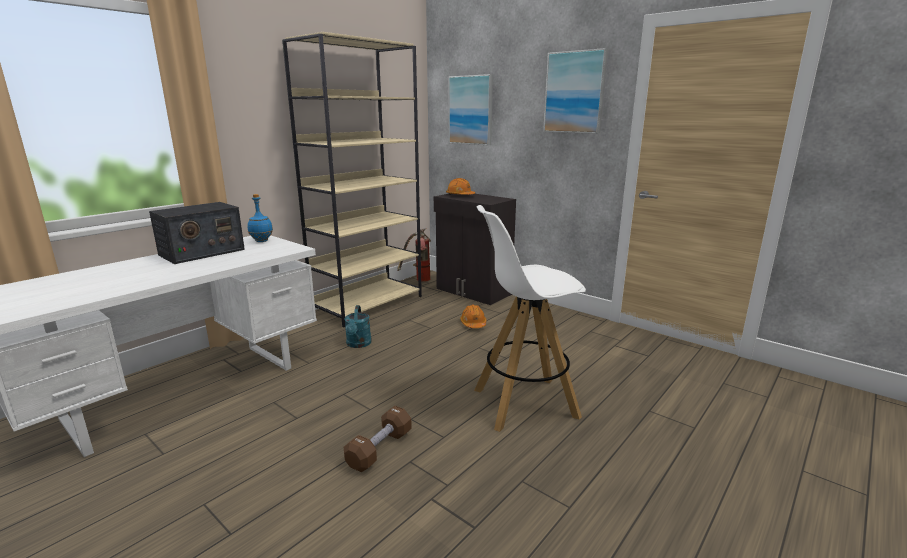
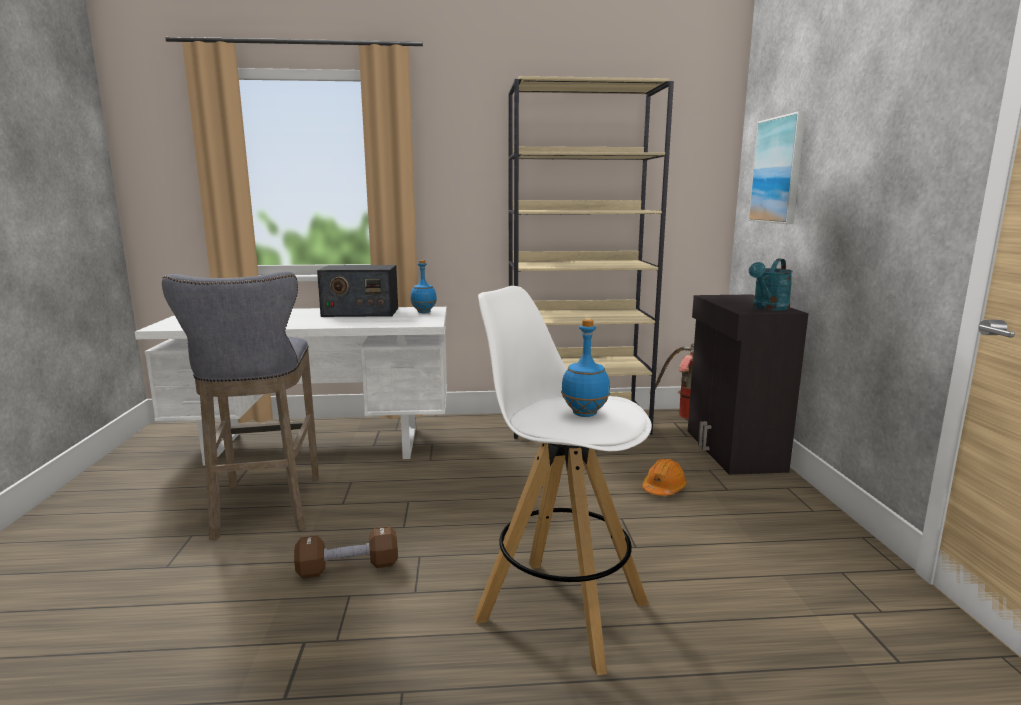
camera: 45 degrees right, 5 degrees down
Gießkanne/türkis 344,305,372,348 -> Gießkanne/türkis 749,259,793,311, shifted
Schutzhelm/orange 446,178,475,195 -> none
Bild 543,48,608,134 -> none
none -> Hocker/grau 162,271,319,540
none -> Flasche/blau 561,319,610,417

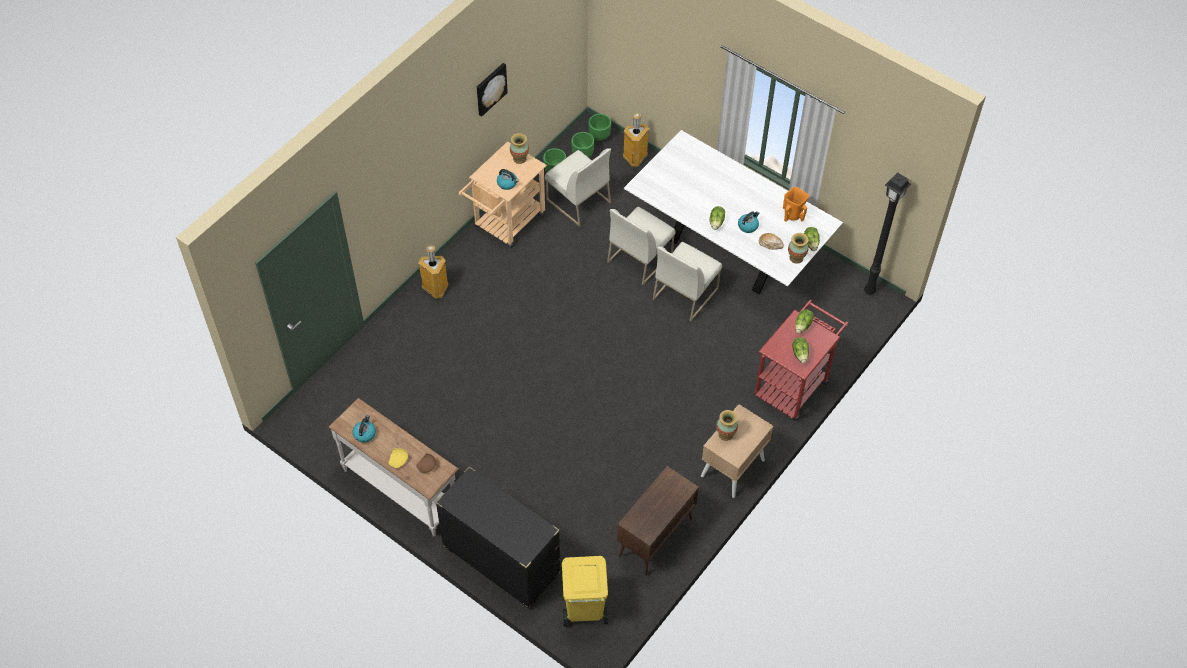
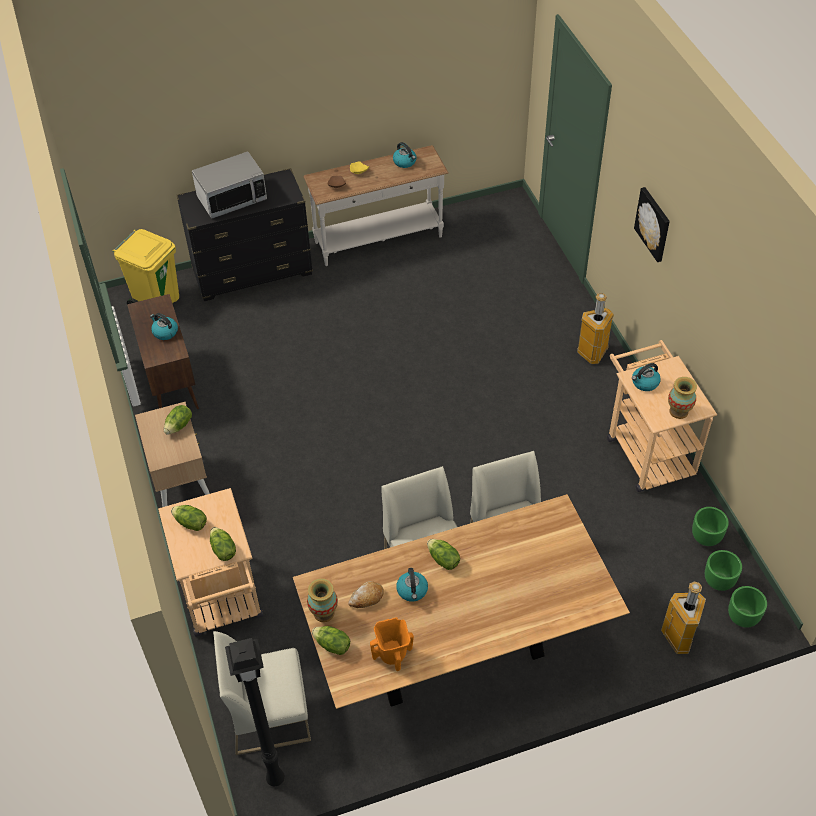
camera: 125 degrees right, 5 degrees down
Bild 477,63,508,117 -> Bild 634,187,670,262, shifted
Stuhl/weiß 545,148,611,227 -> Stuhl/weiß 213,631,311,755, shifted
Esstisch/weiß 623,130,843,294 -> Esstisch/braun 293,494,630,709
Vase 716,410,738,441 -> Salatkopf 164,405,192,435
Rollwagen/rot 754,299,849,421 -> Rollwagen/beige 158,488,263,637
none -> Wasserkessel 150,313,178,340
none -> Mikrowelle 192,151,267,219

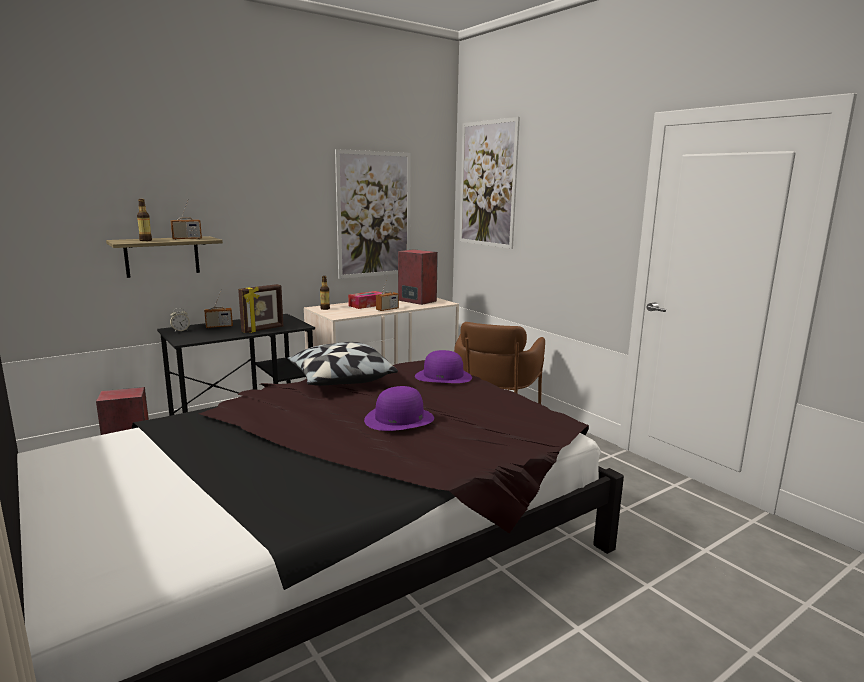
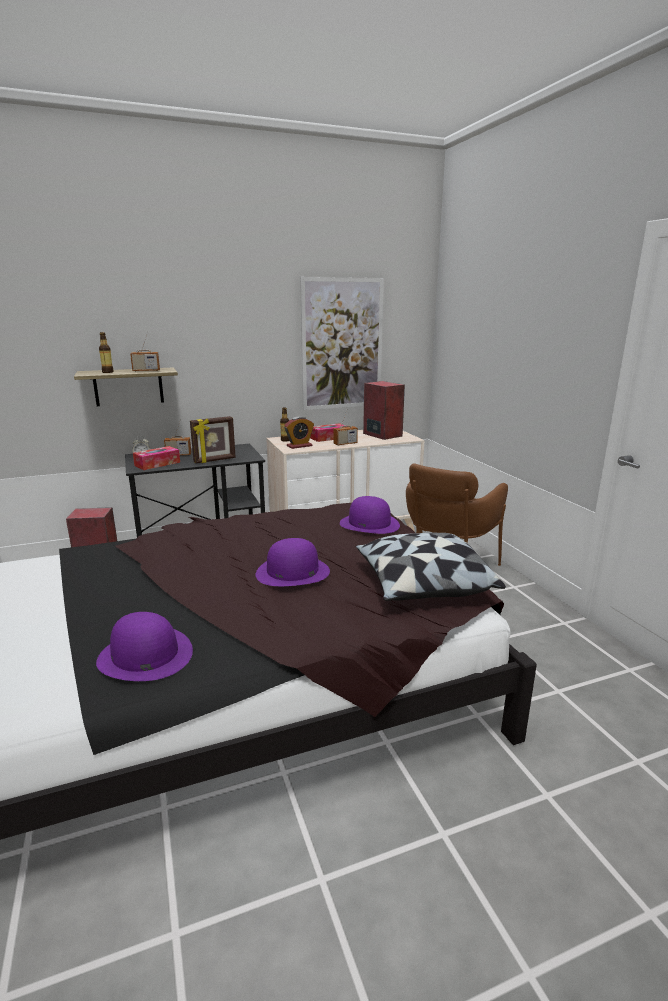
camera: 15 degrees right, 5 degrees up
Kissen 287,342,398,386 -> Kissen 356,533,506,601, shifted
Bild 459,117,520,249 -> none
none -> Hut/lila 96,612,193,681
none -> Taschentuchbox 133,446,180,470
none -> Wecker 284,416,314,449

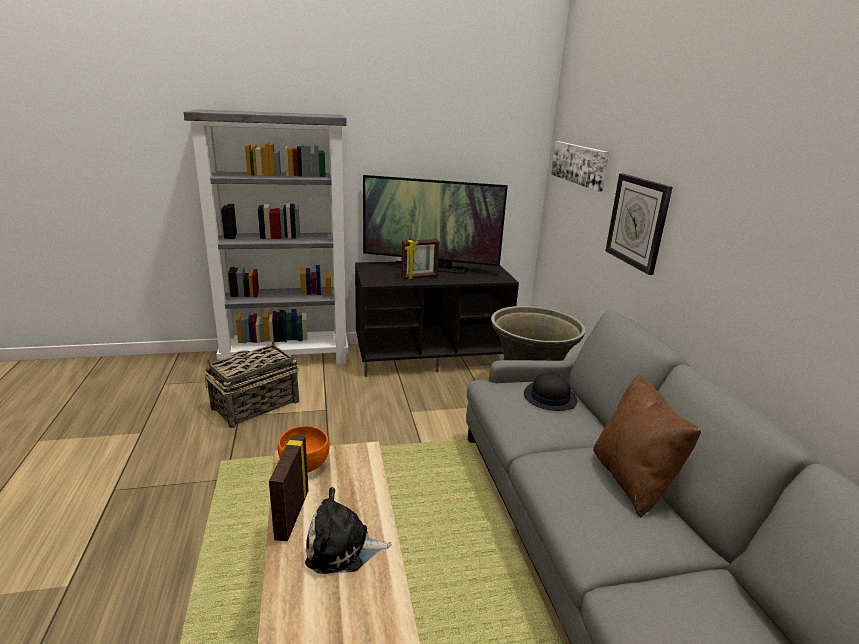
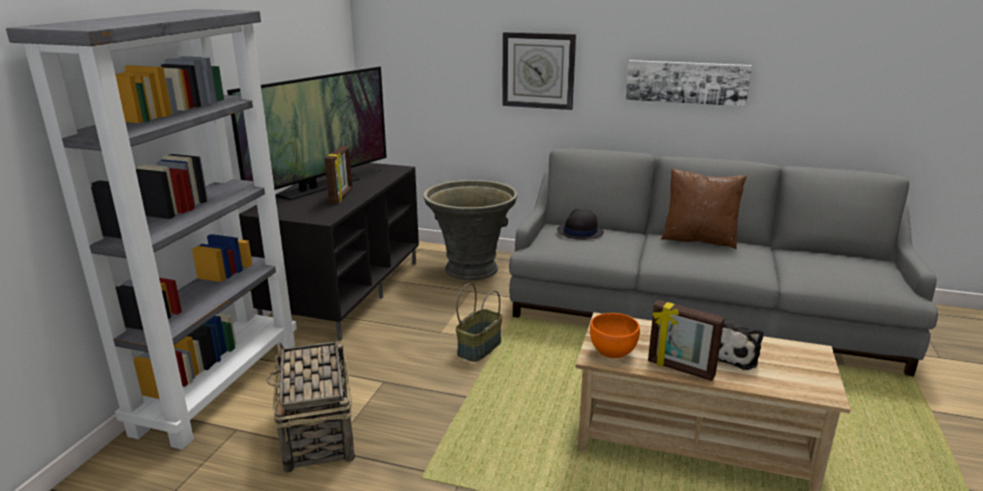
camera: 60 degrees left, 0 degrees up
Bild 551,141,609,192 -> Bild 626,60,752,106, shifted
none -> Korb 456,283,503,362

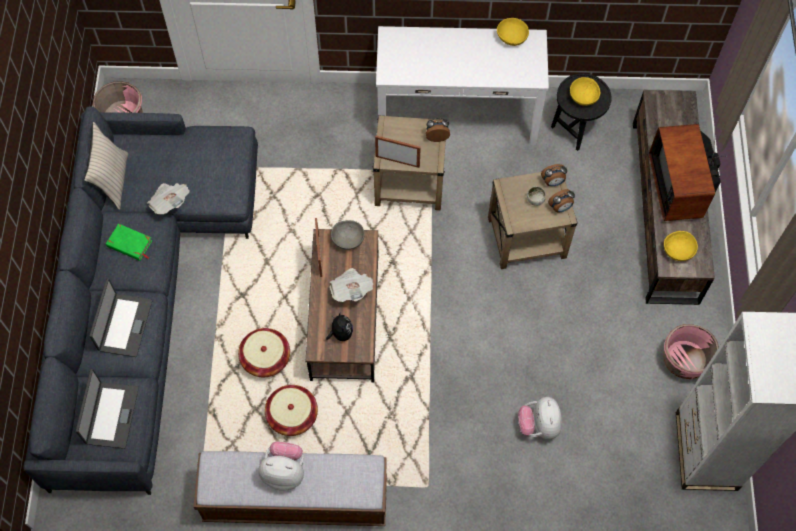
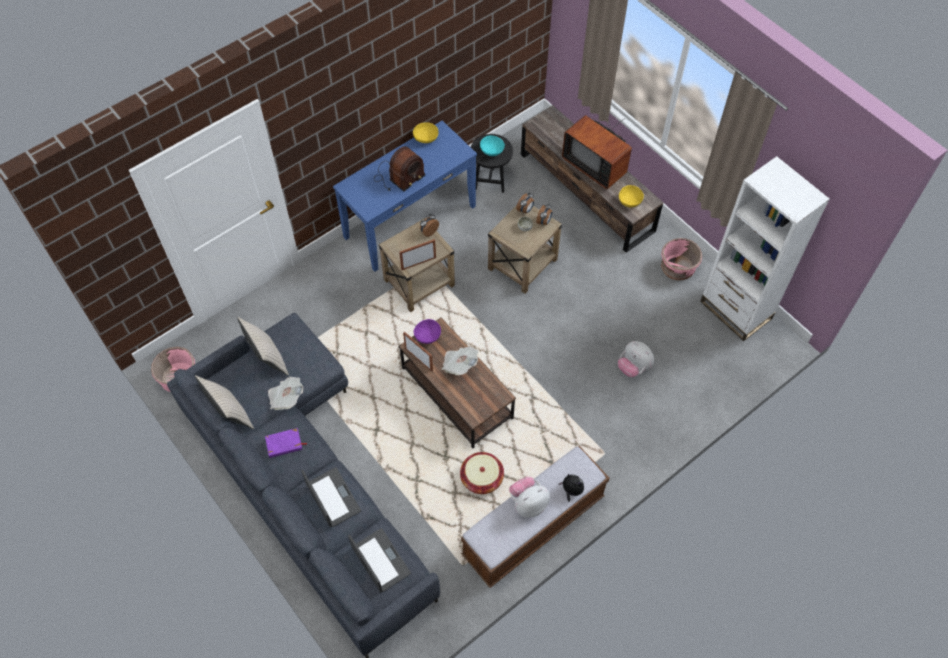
camera: 40 degrees left, 5 degrees down
Buch/grün 106,224,153,261 -> Buch/lila 265,428,307,458
Korb 238,328,290,377 -> none
Plüschtier 326,312,353,341 -> Plüschtier 559,473,584,502, shifted
Schüssel/grau 331,220,365,250 -> Schüssel/lila 414,319,441,344
Konsolentisch/weiß 376,26,549,145 -> Konsolentisch/blau 333,121,477,271
Schüssel/gelb 570,77,601,106 -> Schüssel/türkis 480,135,505,156
none -> Kissen/beige 237,317,289,376
none -> Radio 374,146,425,191

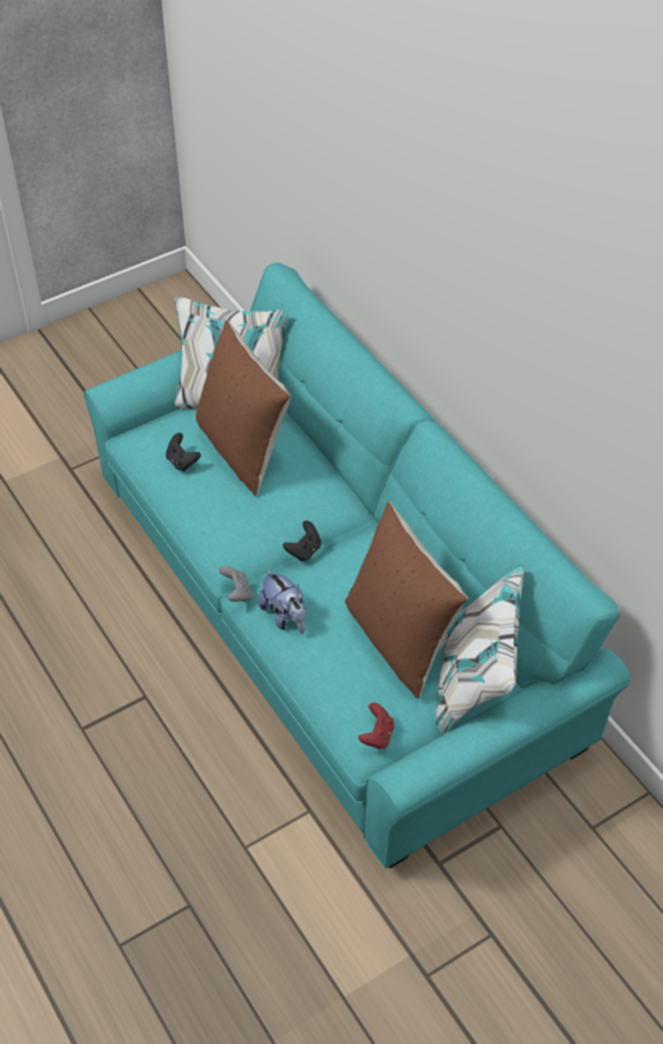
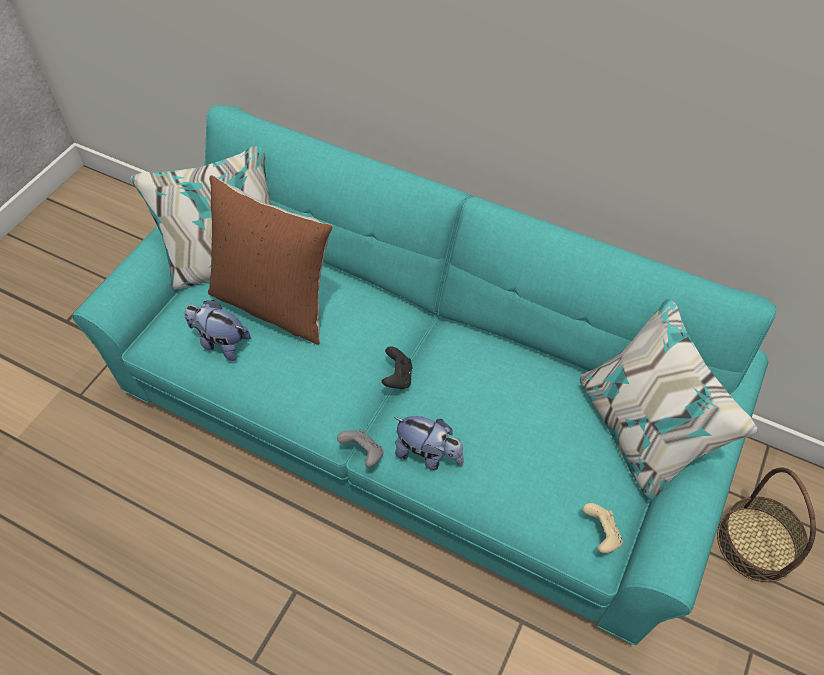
camera: 30 degrees left, 5 degrees up
Gamepad/schwarz 166,433,201,471 -> Plüschtier 185,300,251,361
Kissen/braun 345,502,468,699 -> none
Gamepad/rot 359,703,394,749 -> Gamepad/beige 583,503,622,553
none -> Korb 717,467,816,582

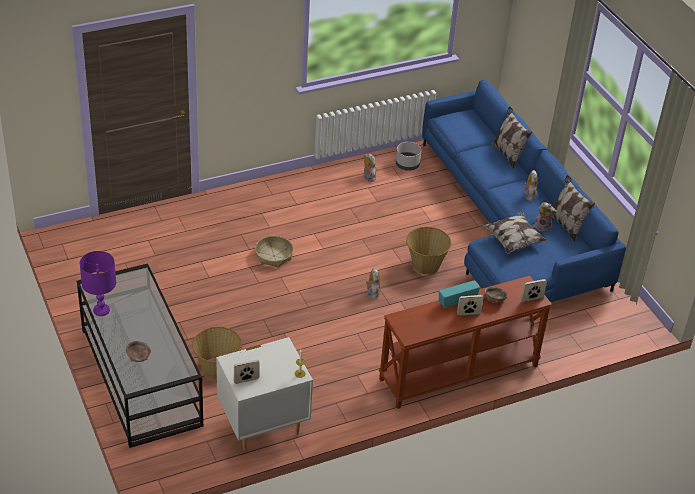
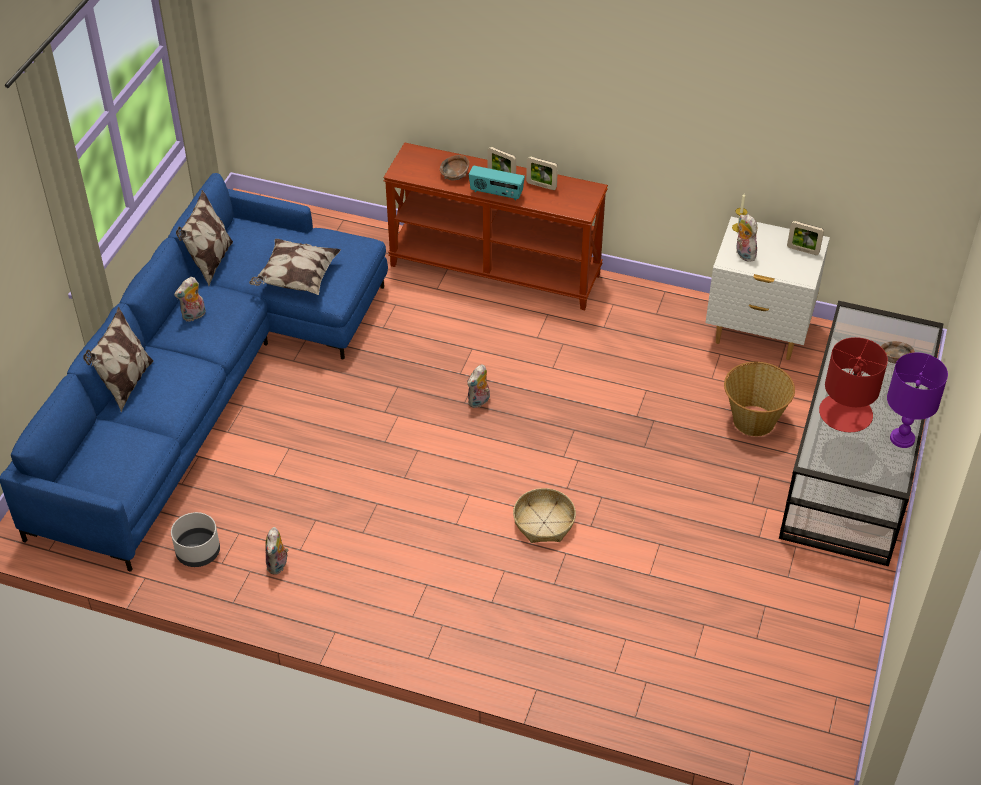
camera: 135 degrees left, 5 degrees up
Korb 406,227,452,275 -> none
Bilderrahmen 521,279,547,302 -> Bilderrahmen 526,156,558,190, shifted
Plüschtier 534,202,557,232 -> Plüschtier 736,214,757,262, shifted
none -> Tischlampe/rot 819,337,888,432

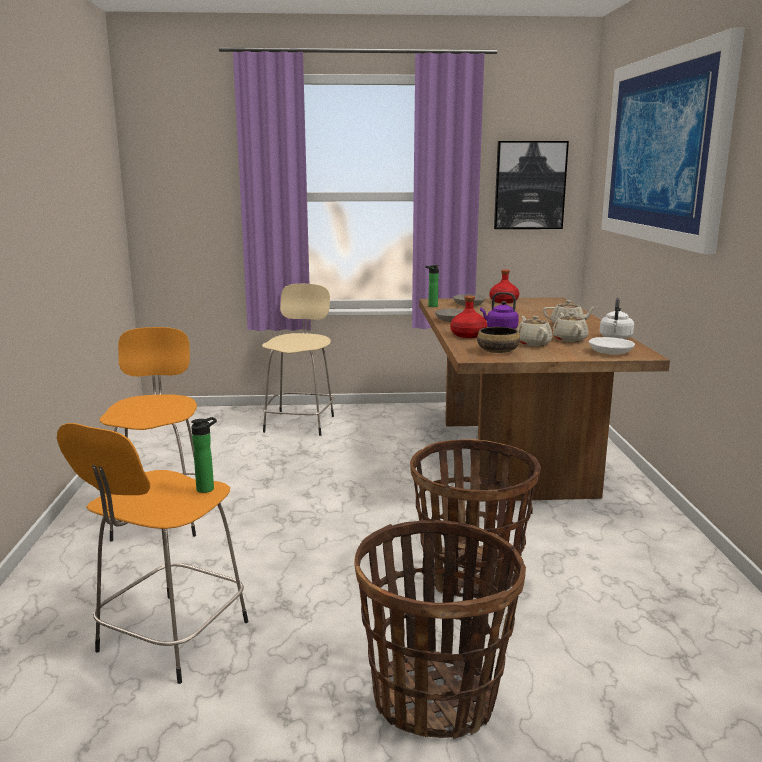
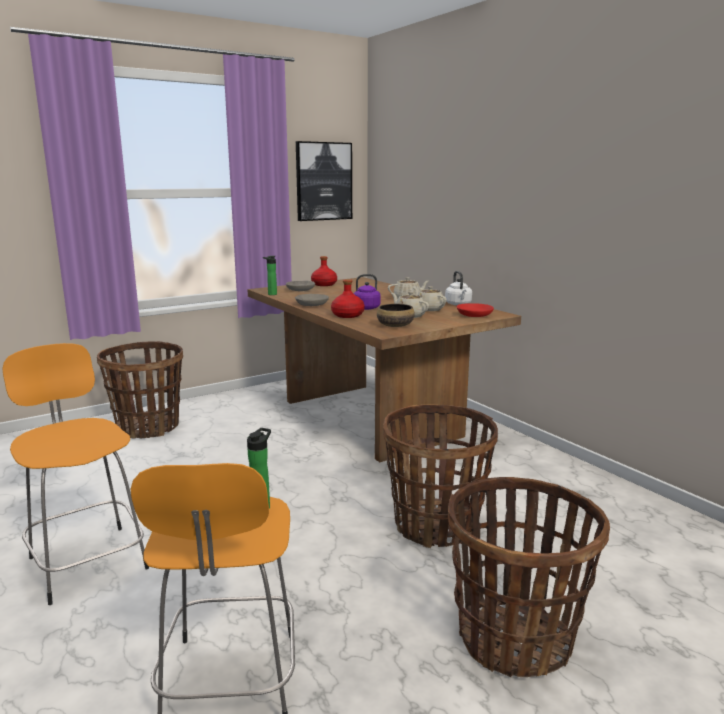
camera: 30 degrees left, 0 degrees up
Hocker/beige 262,284,334,436 -> Korb 97,341,183,439
Schüssel/weiß 589,337,635,355 -> Schüssel/rot 457,303,494,317
Bild 601,28,745,254 -> none

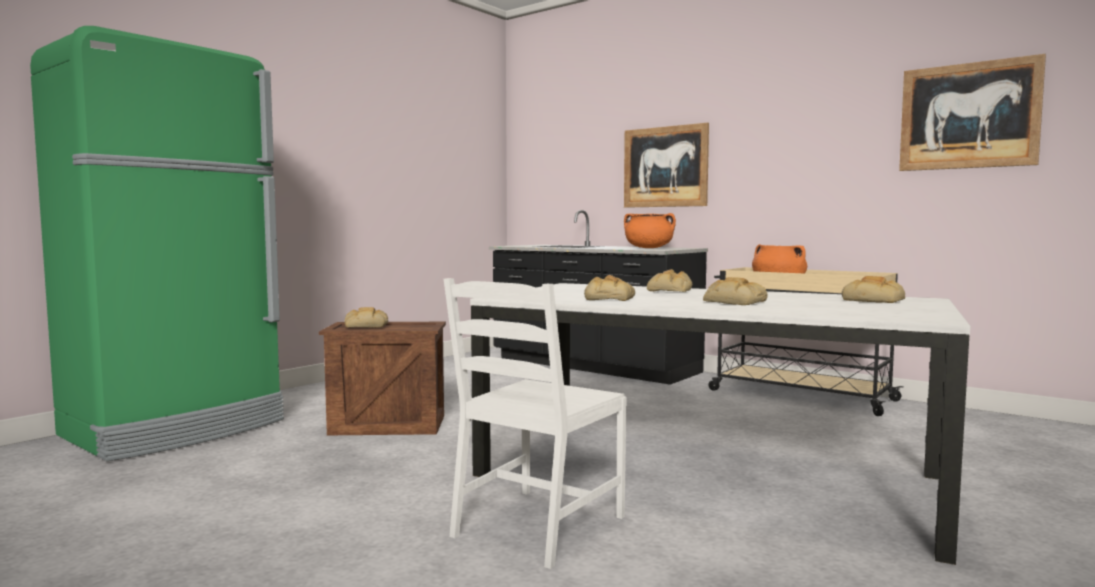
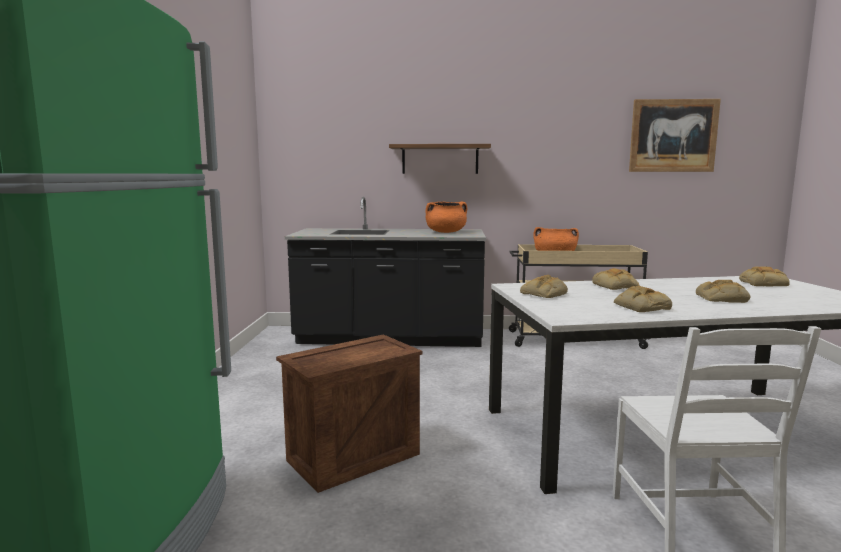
camera: 35 degrees left, 5 degrees up
Brot 345,307,388,328 -> Brot 520,275,568,298, shifted
Bild 624,123,709,208 -> Wandregal 389,144,491,174

